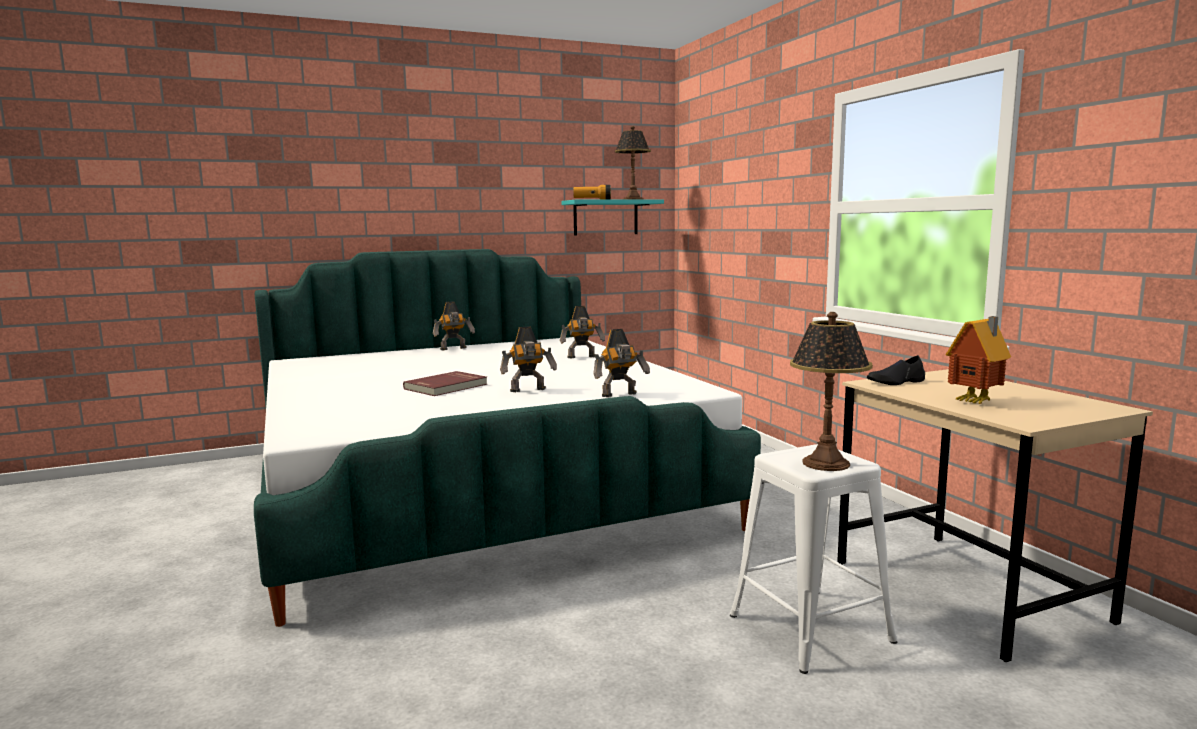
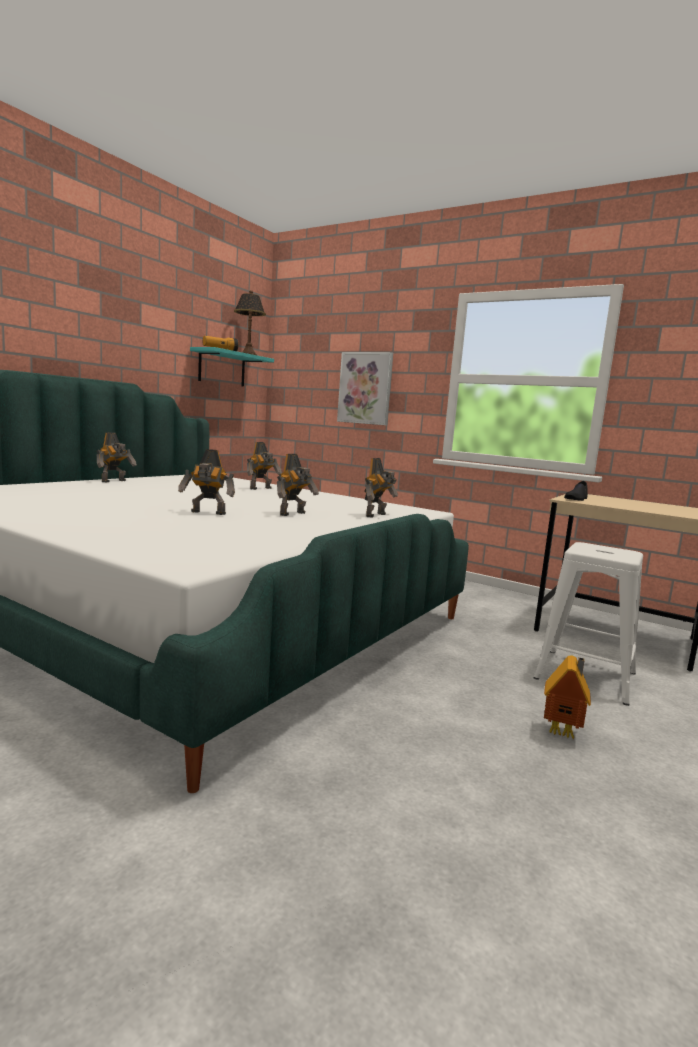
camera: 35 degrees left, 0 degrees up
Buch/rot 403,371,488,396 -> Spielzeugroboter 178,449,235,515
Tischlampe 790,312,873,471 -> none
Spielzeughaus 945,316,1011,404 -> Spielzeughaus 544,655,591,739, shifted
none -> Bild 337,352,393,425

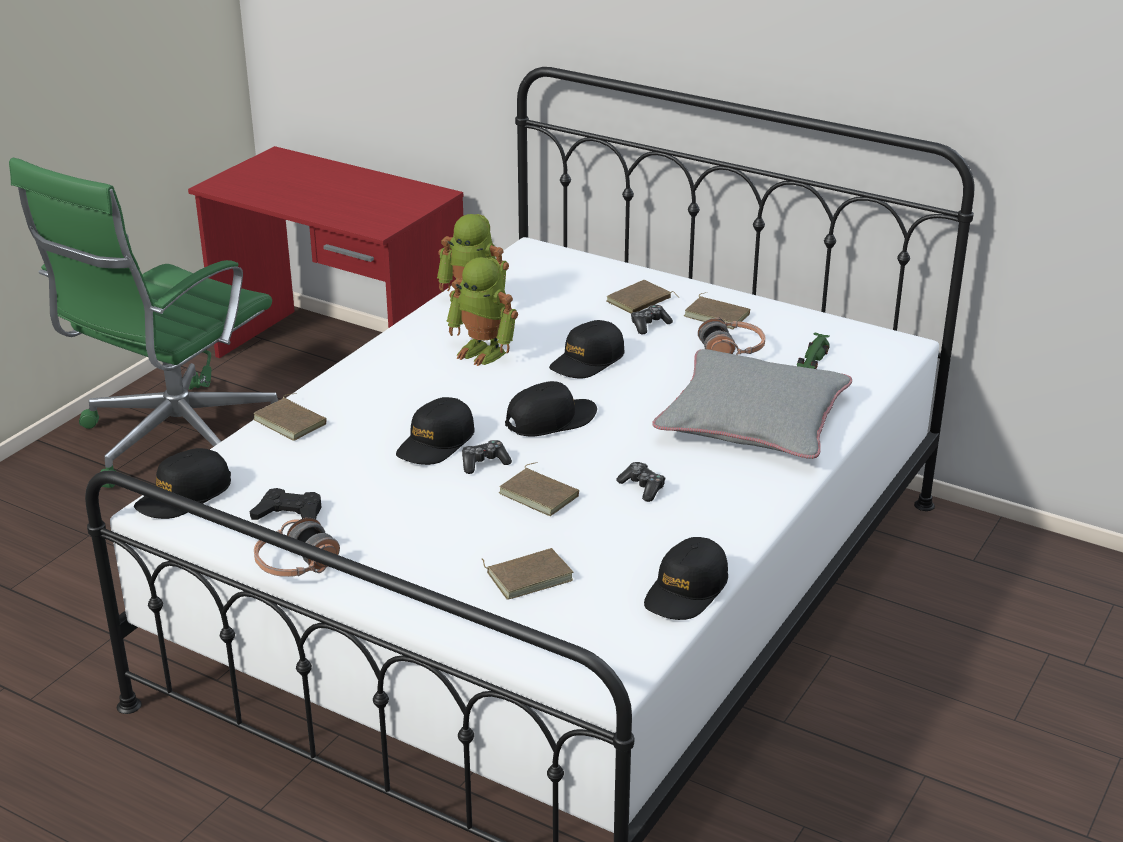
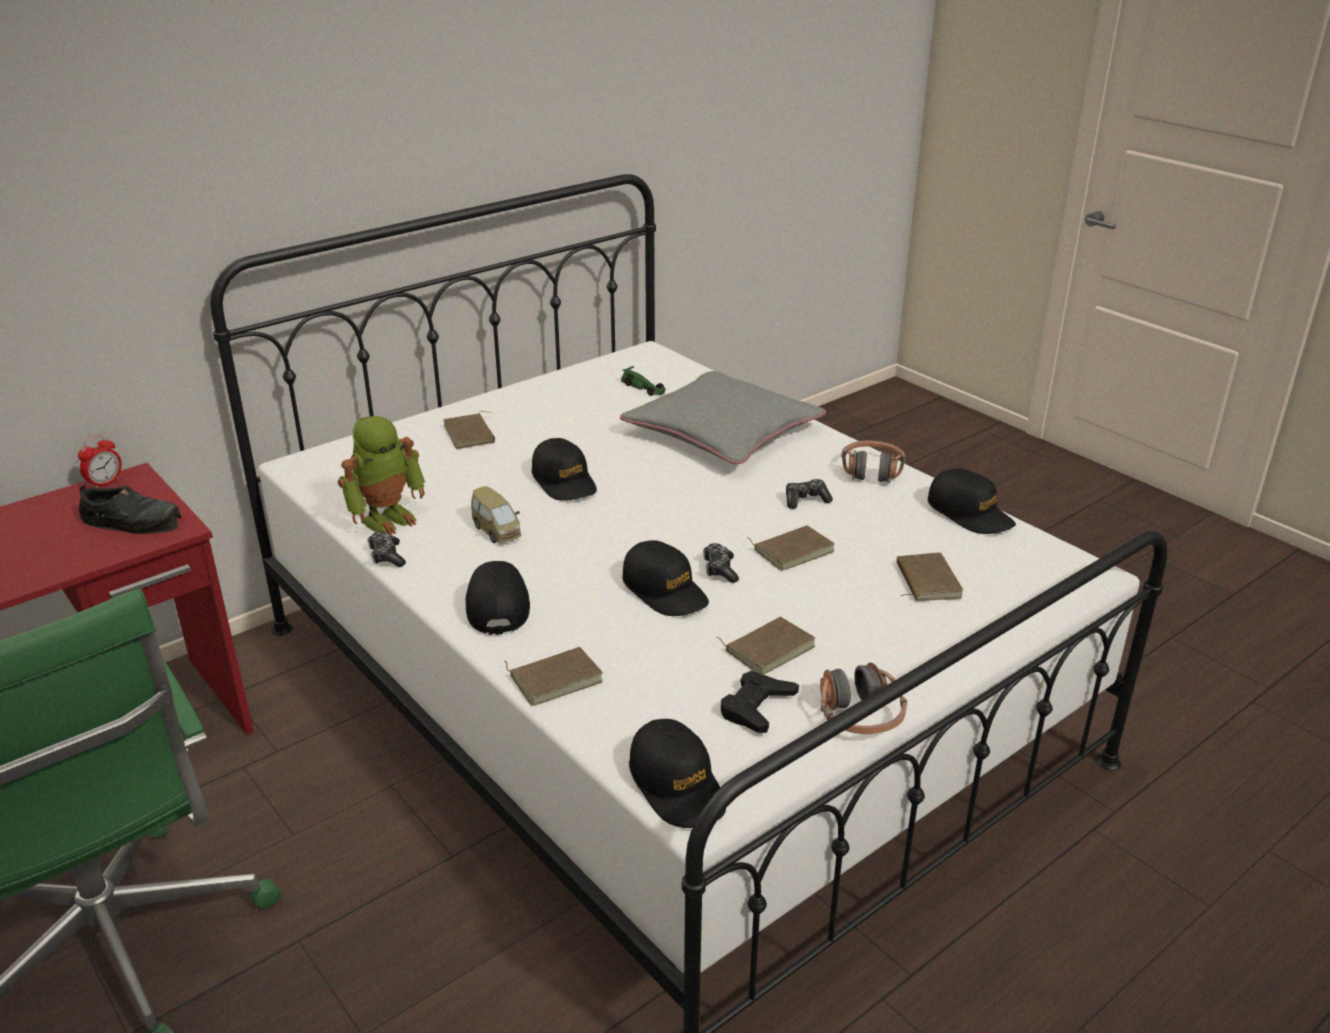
camera: 70 degrees left, 0 degrees up
Spielzeugroboter 447,257,518,366 -> Spielzeugauto 471,486,521,543
Kappe/schwarz 505,381,597,437 -> Kappe/schwarz 466,561,530,635, shifted
Gamepad 631,305,673,334 -> Gamepad 367,531,406,567, shifted
Buch/braun 684,292,750,329 -> Buch/braun 715,617,815,675, shifted
Kopfhörer 698,317,765,355 -> Kopfhörer 842,441,906,483, shifted
none -> Wecker 78,435,122,488
none -> Schuh/schwarz 79,484,181,534

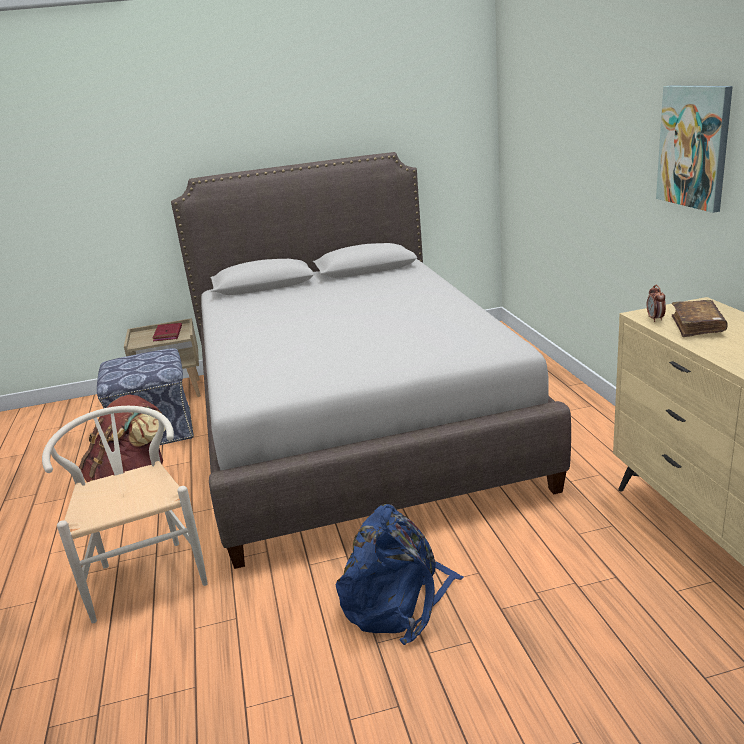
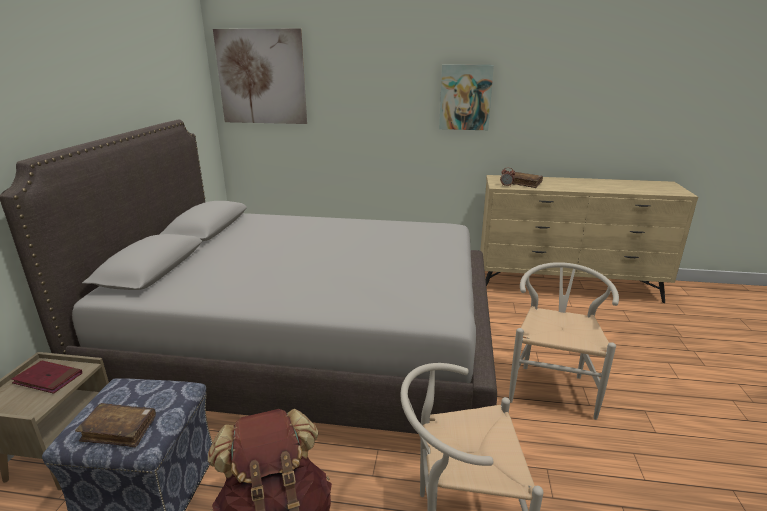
camera: 70 degrees left, 0 degrees up
Rucksack/blau 336,504,464,645 -> Stuhl/weiß 509,262,619,420
none -> Buch/braun 75,403,156,447
none -> Bild 213,29,307,124

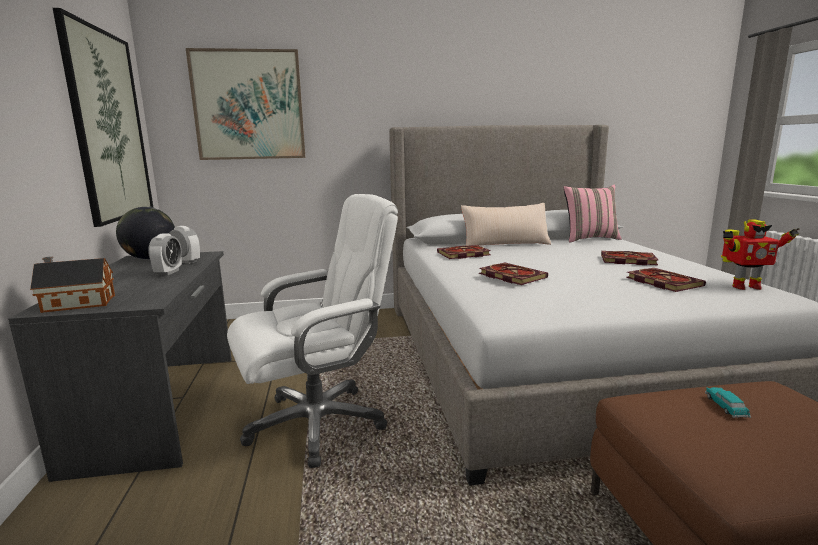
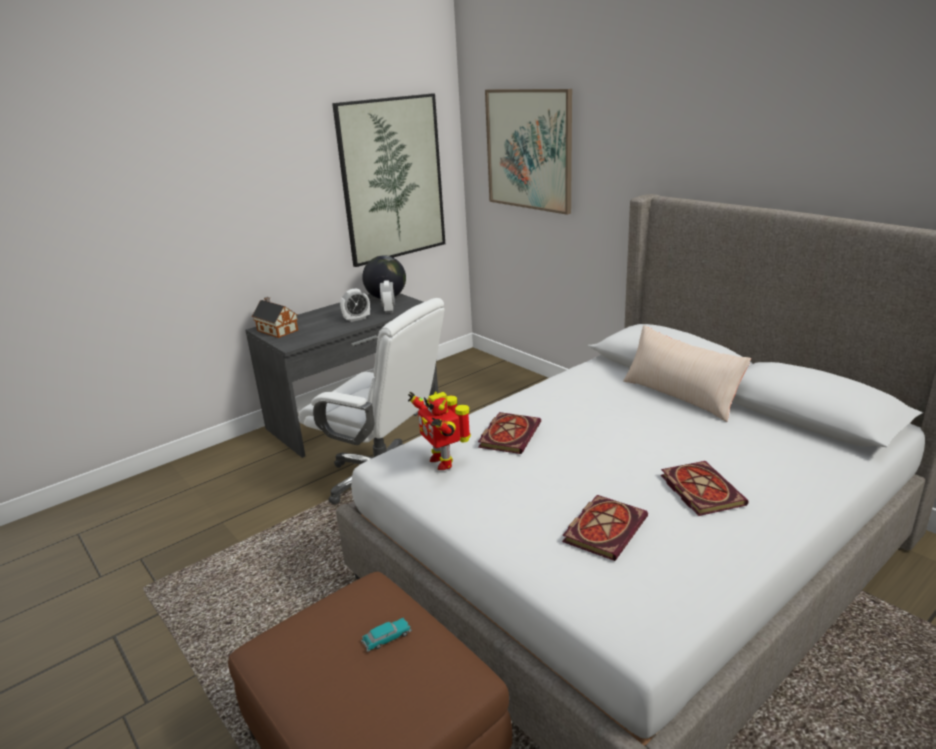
camera: 60 degrees right, 10 degrees up
Buch 437,245,491,259 -> none
Kissen/rosa 563,185,622,242 -> none
Spielzeugroboter 721,219,800,290 -> Spielzeugroboter 408,392,471,470, shifted

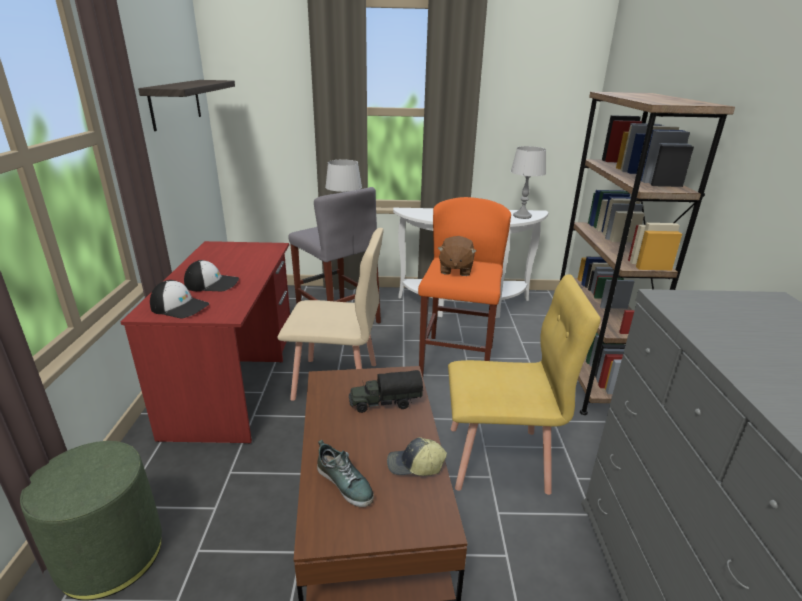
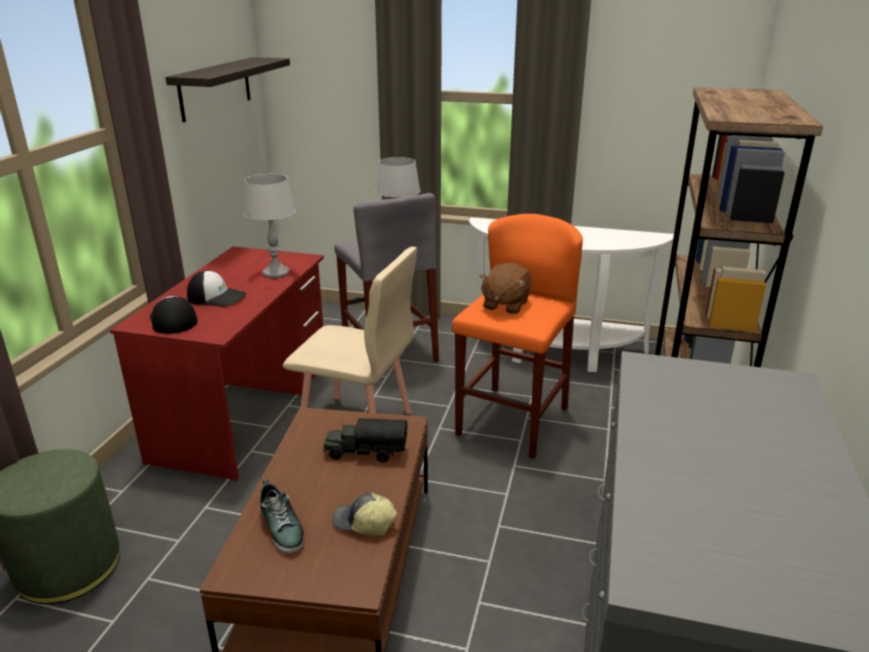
camera: 15 degrees right, 0 degrees up
Kappe 150,280,209,318 -> Kappe 150,296,198,334, 150 degrees counterclockwise
Stuhl/gelb 448,275,601,495 -> none
Tischlampe/grau 510,146,546,219 -> Tischlampe/grau 244,174,295,278, shifted

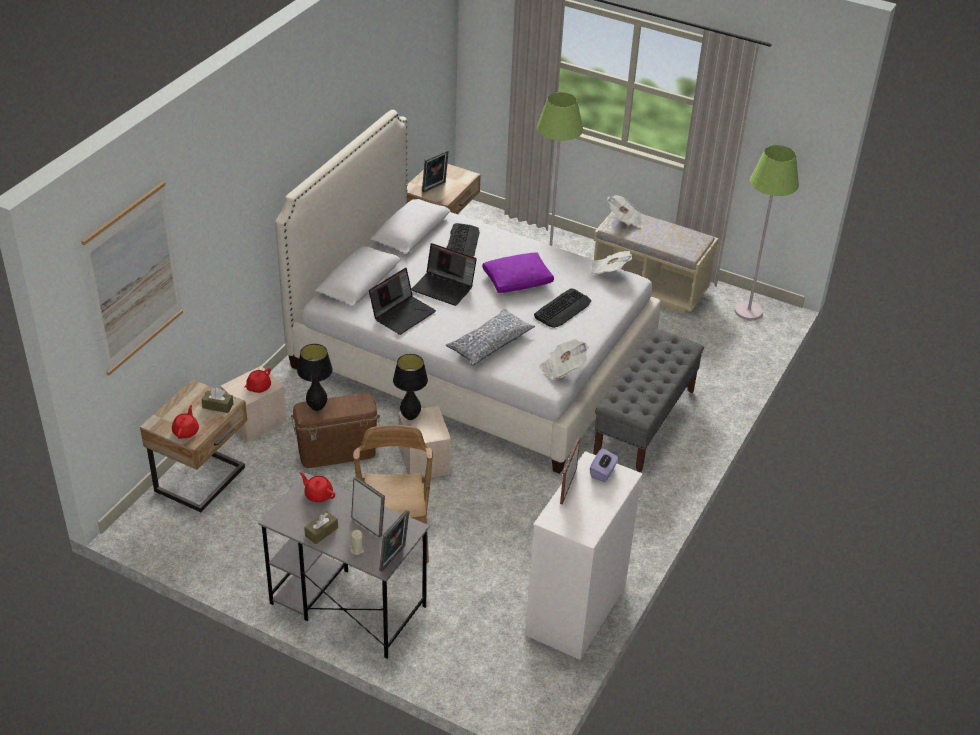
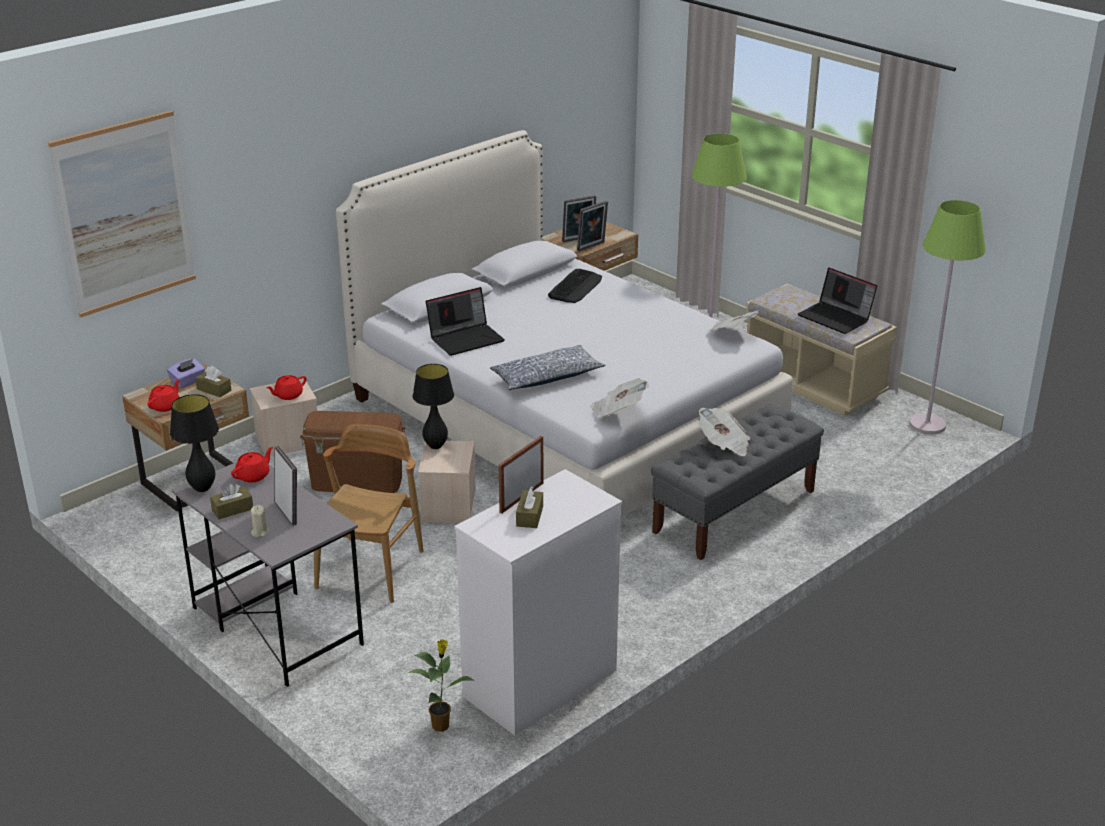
camera: 20 degrees right, 10 degrees down
Tischlampe/schwarz 297,344,333,411 -> Tischlampe/schwarz 170,394,219,492, shifted
Teekanne/rot 300,472,335,502 -> Teekanne/rot 231,447,273,483, 75 degrees clockwise
Bilderrahmen 379,510,409,572 -> Bilderrahmen 577,201,608,251, shifted
Laptop 411,243,477,306 -> Laptop 798,268,877,334, shifted
Kissen/lila 482,253,554,293 -> none
Tastatur 534,288,591,328 -> none
Taschentuchbox/lila 590,448,619,482 -> Taschentuchbox/lila 167,358,205,388, shifted
Zeitung 607,195,643,227 -> Zeitung 698,408,750,456, shifted
none -> Topfpflanze 408,639,473,732
none -> Taschentuchbox/braun 516,486,543,528

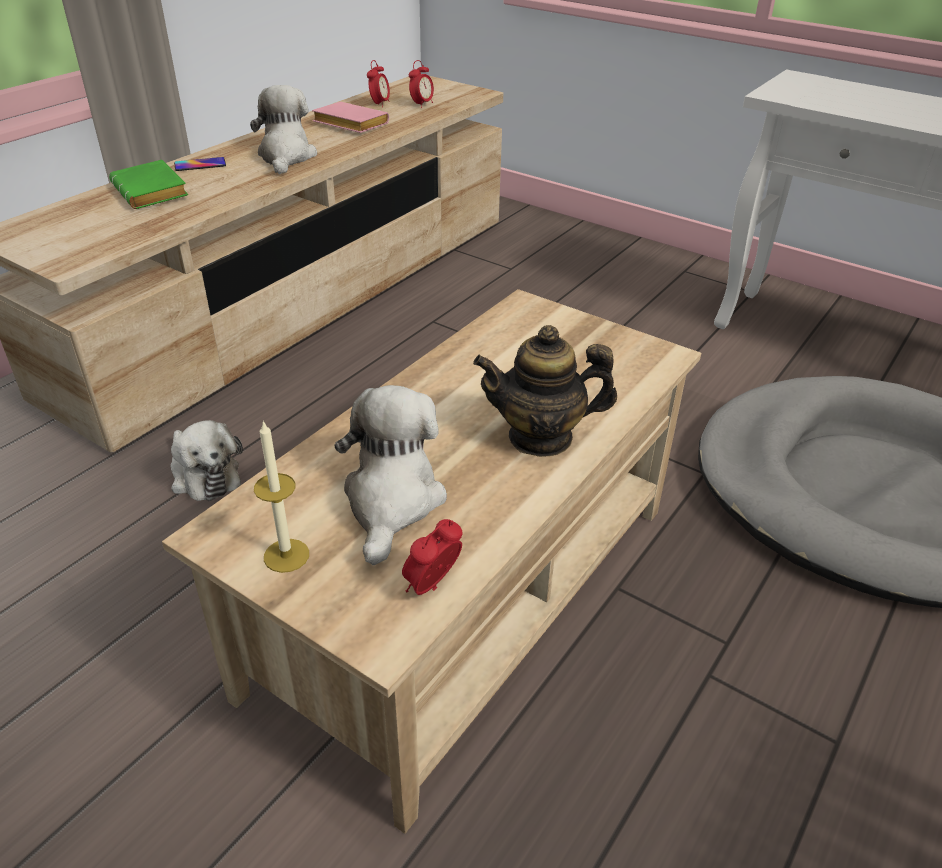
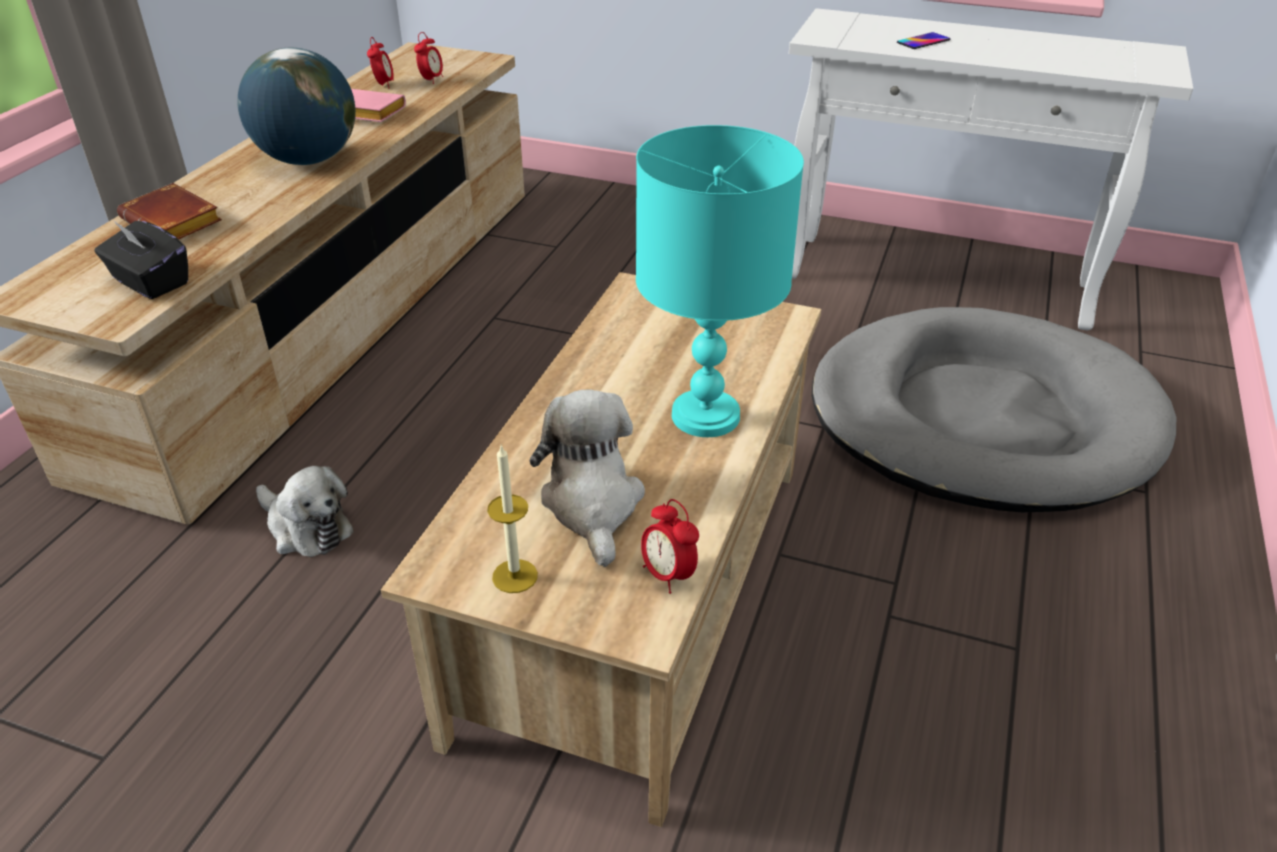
camera: 15 degrees left, 0 degrees up
Buch/grün 109,160,188,209 -> Buch/braun 117,183,222,239
Handy 174,157,226,171 -> Handy 897,32,950,49, shifted
Plüschtier 250,85,317,174 -> Globus 237,48,356,165
Wecker 402,519,463,595 -> Wecker 641,499,699,594, 60 degrees counterclockwise
Teekanne 473,325,617,457 -> Tischlampe/türkis 636,125,804,437
none -> Taschentuchbox/schwarz 94,219,188,299

